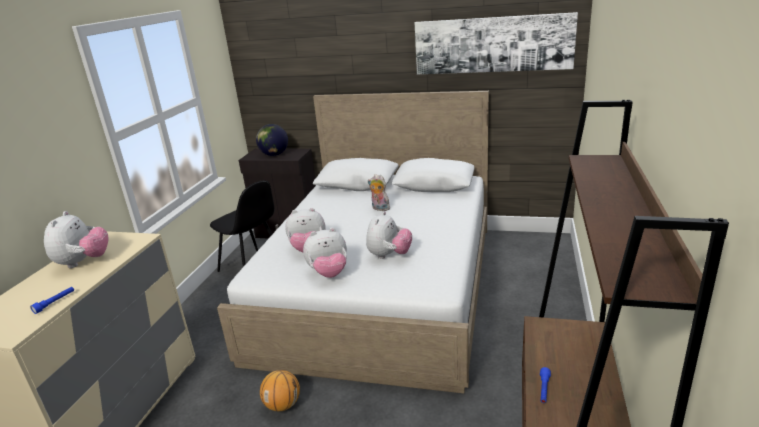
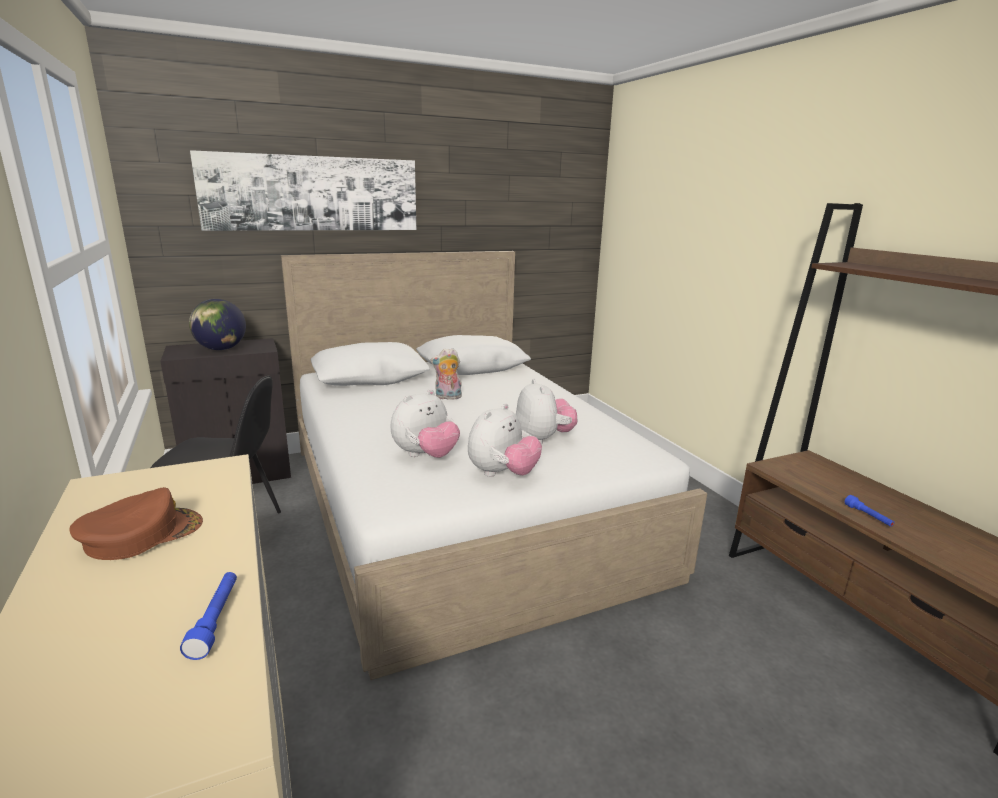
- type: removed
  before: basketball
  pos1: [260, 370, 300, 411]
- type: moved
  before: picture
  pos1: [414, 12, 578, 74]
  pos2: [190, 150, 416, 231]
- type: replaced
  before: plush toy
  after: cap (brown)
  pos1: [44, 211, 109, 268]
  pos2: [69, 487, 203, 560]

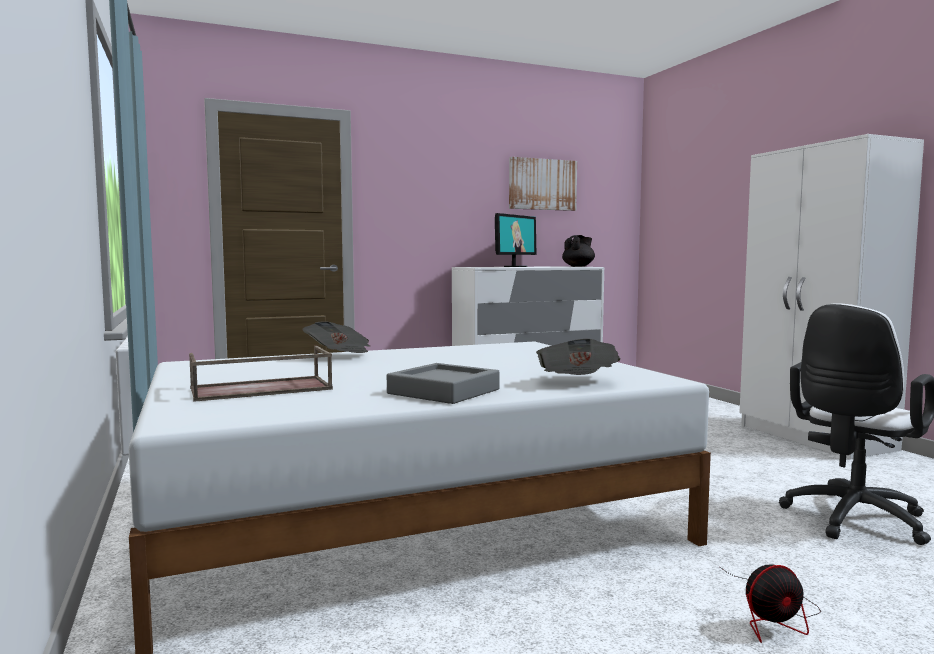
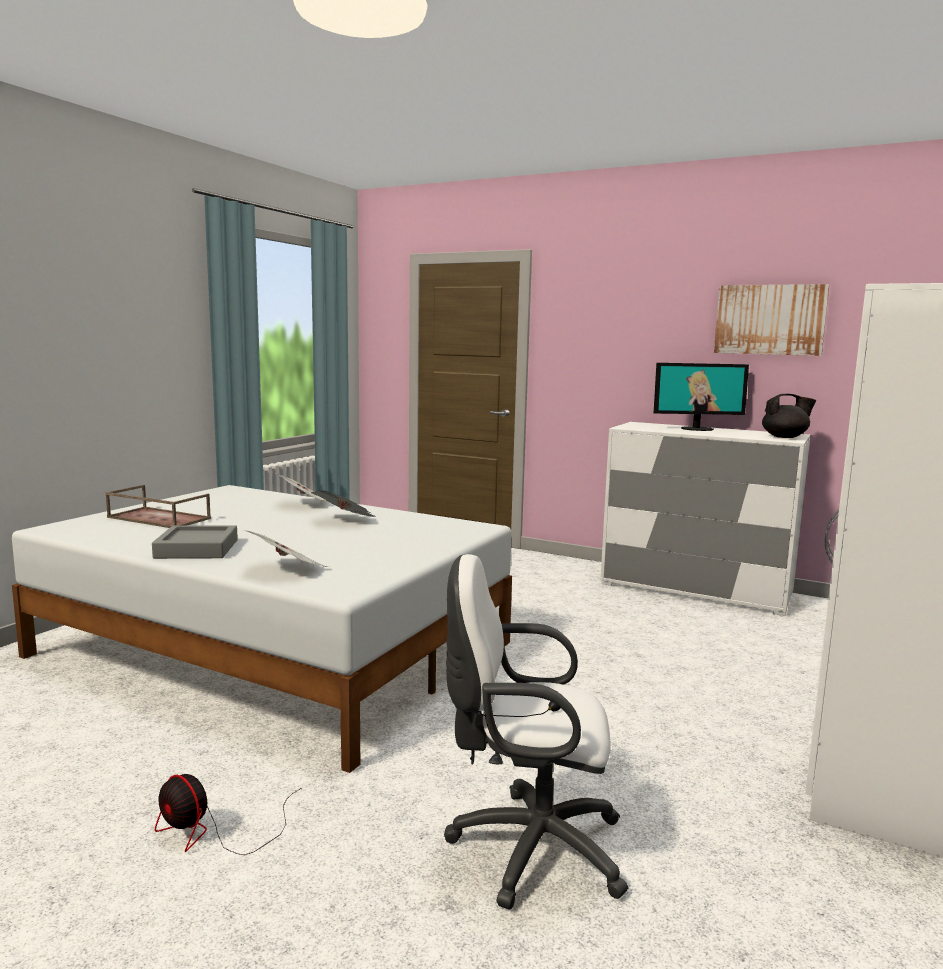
- type: added
  after: newspaper
  pos2: [311, 490, 375, 517]

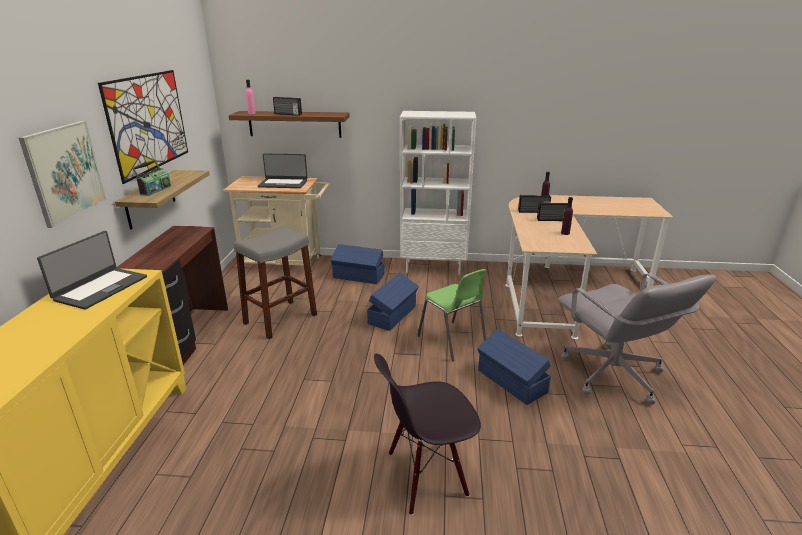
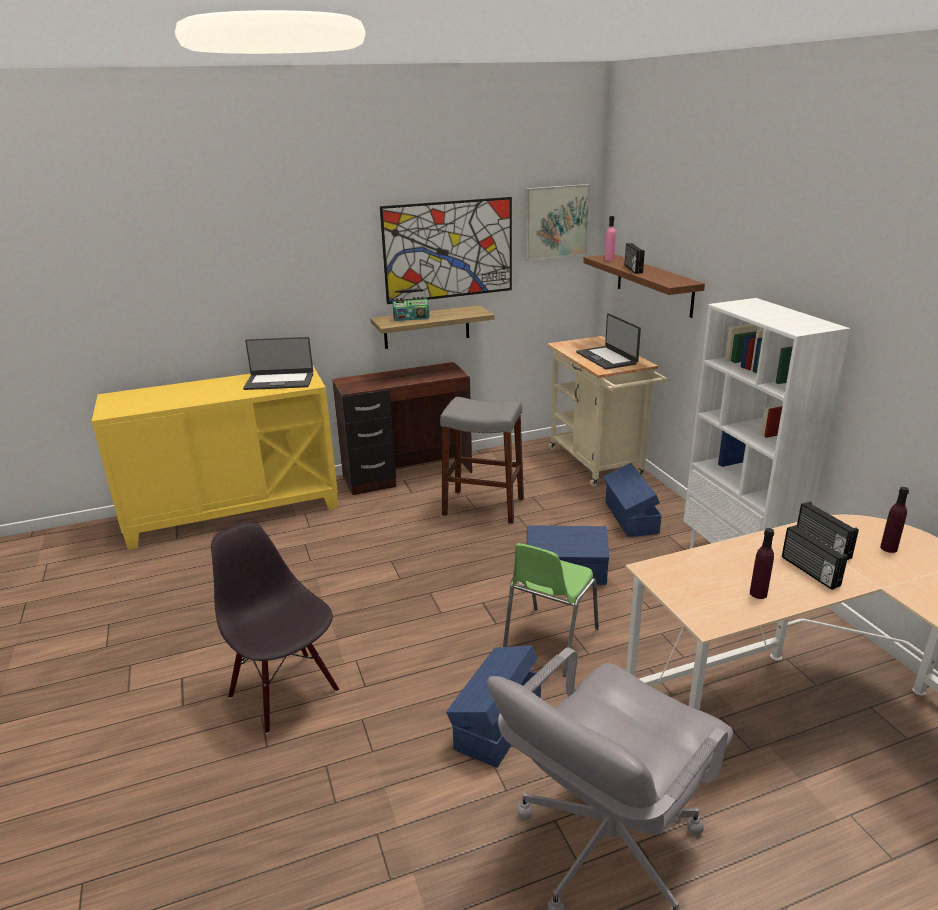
- type: moved
  before: picture
  pos1: [19, 121, 107, 228]
  pos2: [525, 184, 591, 261]

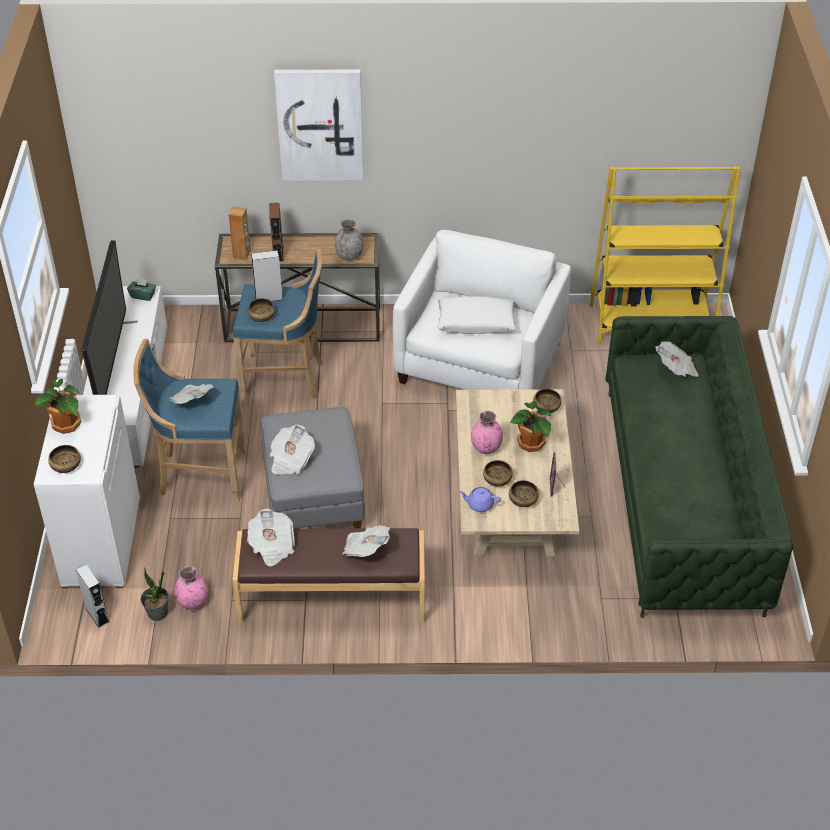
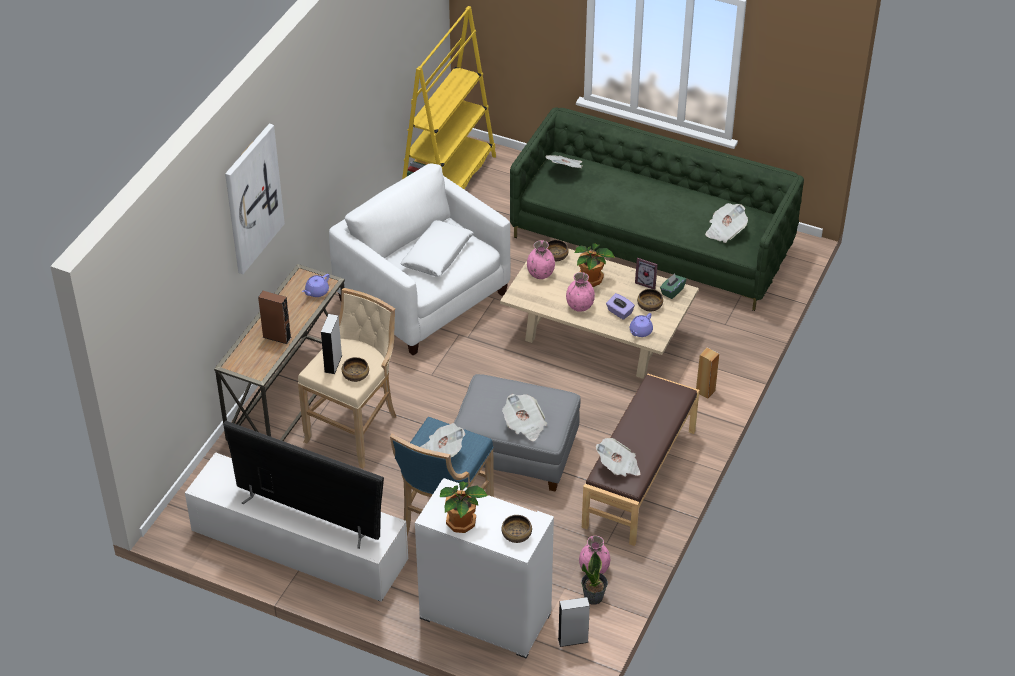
- type: added
  after: vase (pink)
  pos2: [527, 240, 555, 279]
- type: moved
  before: tissue box (green)
  pos1: [127, 278, 156, 301]
  pos2: [660, 274, 686, 299]
- type: moved
  before: speaker (brown)
  pos1: [229, 206, 251, 260]
  pos2: [696, 348, 719, 399]
- type: moved
  before: newspaper
  pos1: [342, 525, 390, 557]
  pos2: [705, 203, 748, 243]
- type: replaced
  before: vase (grey)
  after: teapot (purple)
  pos1: [335, 219, 364, 260]
  pos2: [302, 274, 329, 297]
- type: replaced
  before: bowl
  after: tissue box (purple)
  pos1: [483, 460, 513, 486]
  pos2: [606, 293, 635, 320]
- type: recoloured
  before: stool (blue)
  after: stool (beige)
  pos1: [233, 249, 323, 401]
  pos2: [298, 288, 396, 468]

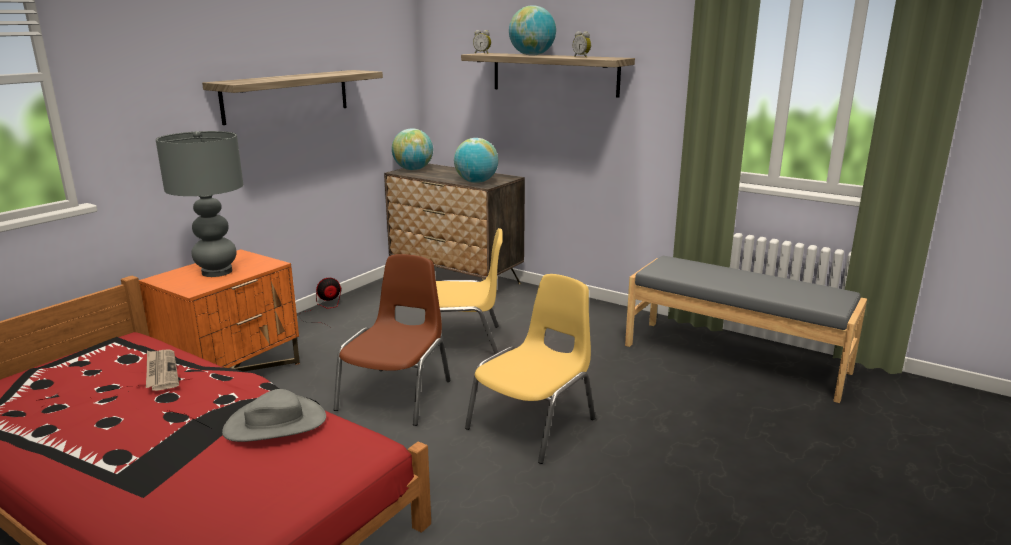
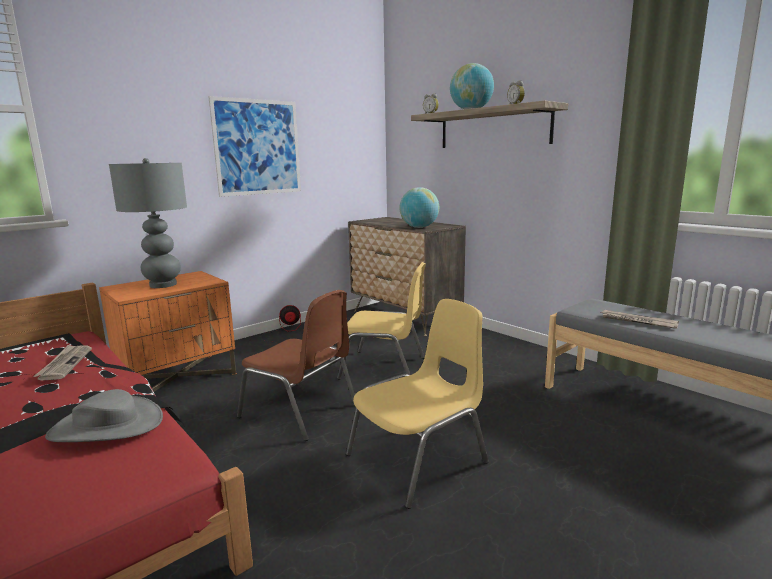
- type: removed
  before: globe
  pos1: [392, 128, 433, 170]
- type: added
  after: newspaper
  pos2: [600, 310, 679, 329]
- type: replaced
  before: shelf
  after: picture
  pos1: [202, 70, 383, 125]
  pos2: [208, 96, 301, 197]
- type: turned
  before: chair (brown)
  pos1: [334, 254, 450, 426]
  pos2: [237, 290, 355, 441]
  turn: 90

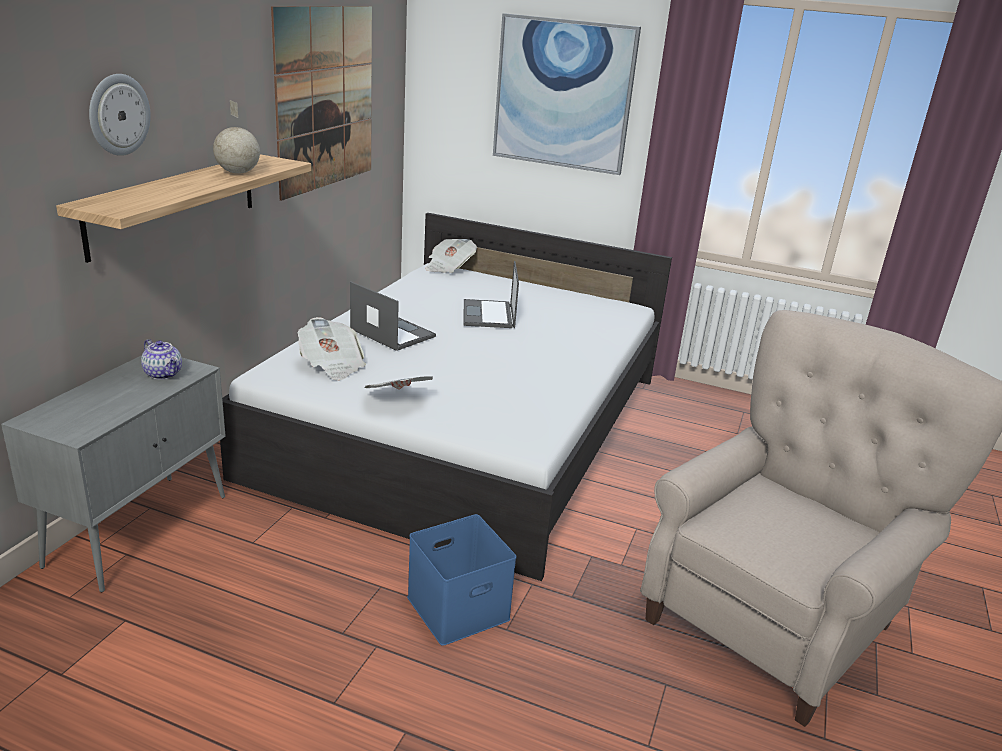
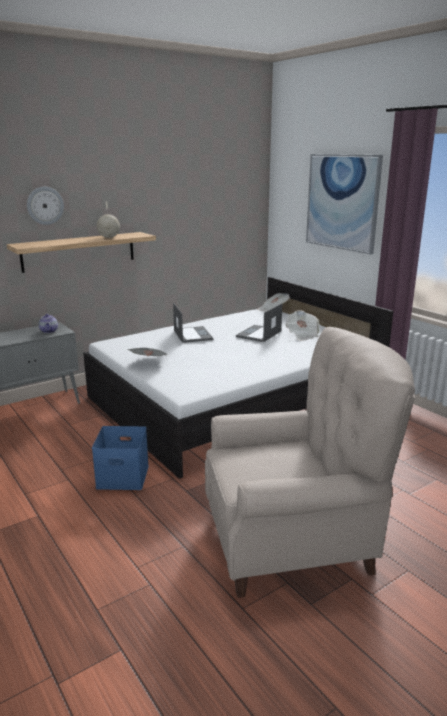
- type: removed
  before: picture
  pos1: [271, 6, 372, 201]
- type: moved
  before: newspaper
  pos1: [298, 317, 366, 381]
  pos2: [286, 310, 319, 341]

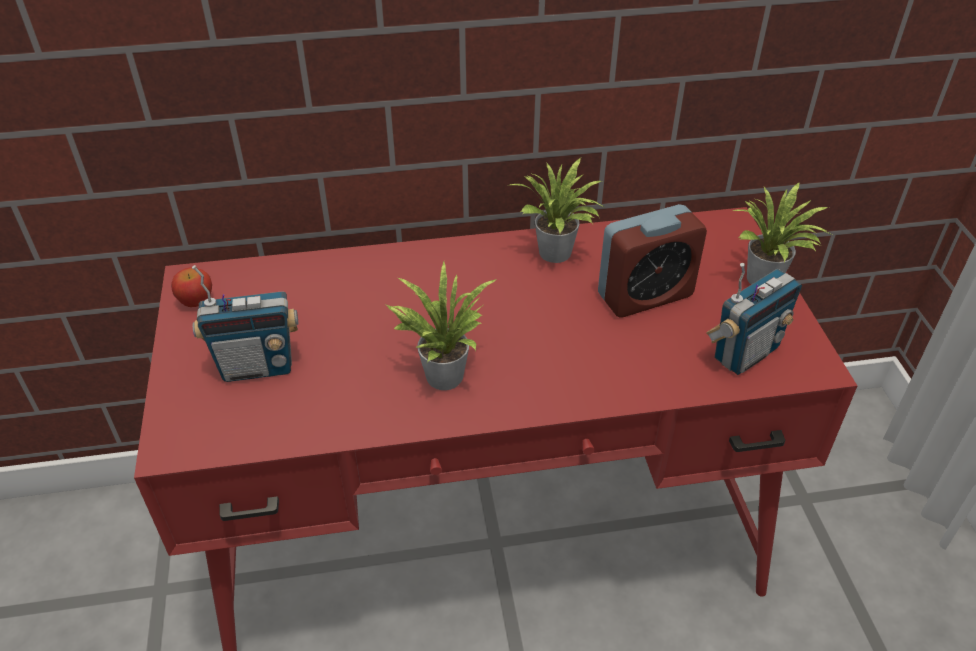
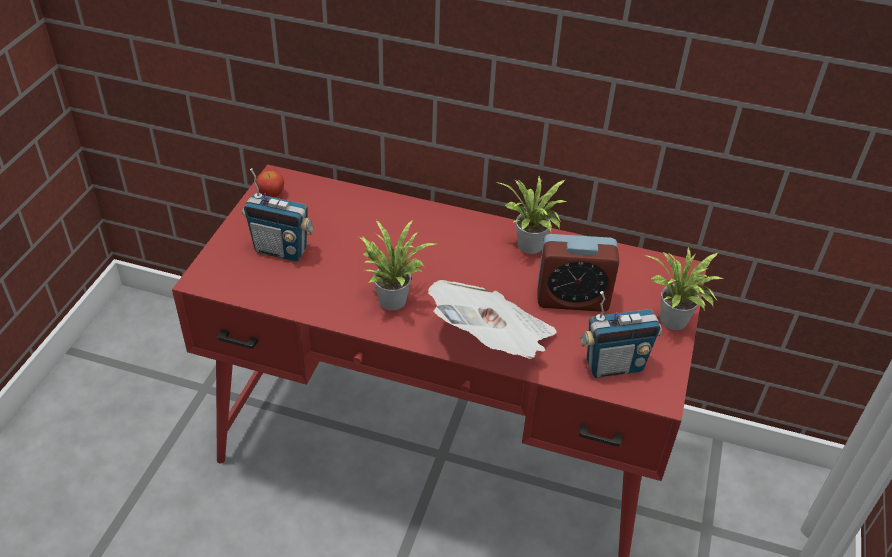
- type: added
  after: newspaper
  pos2: [428, 280, 557, 359]

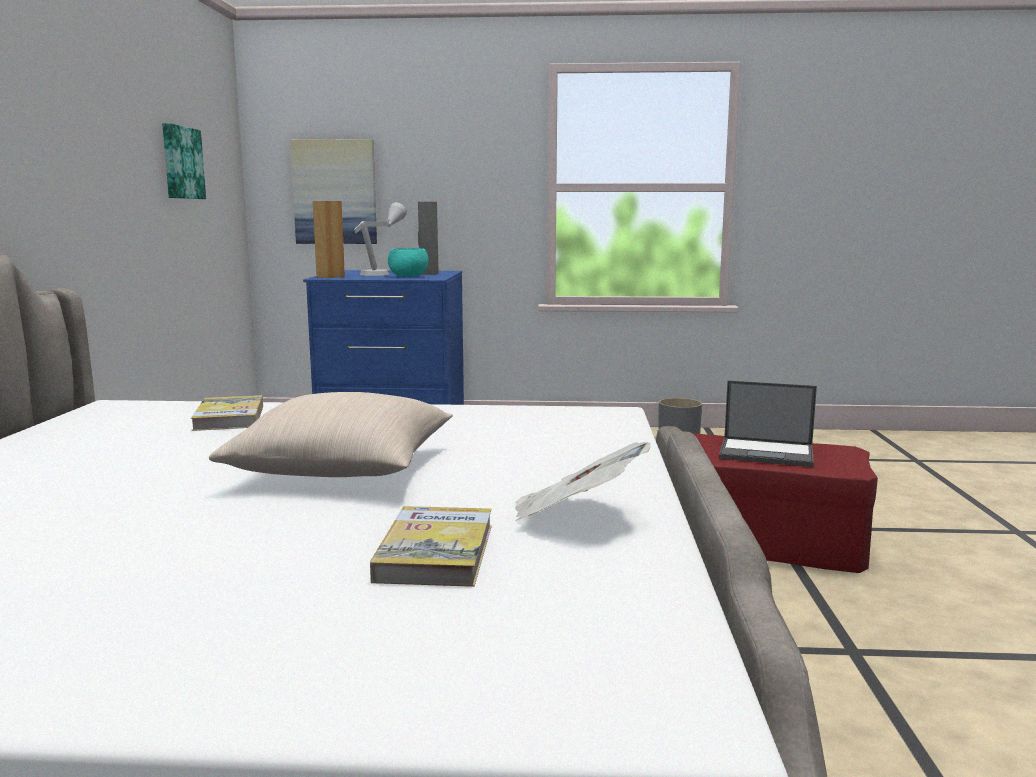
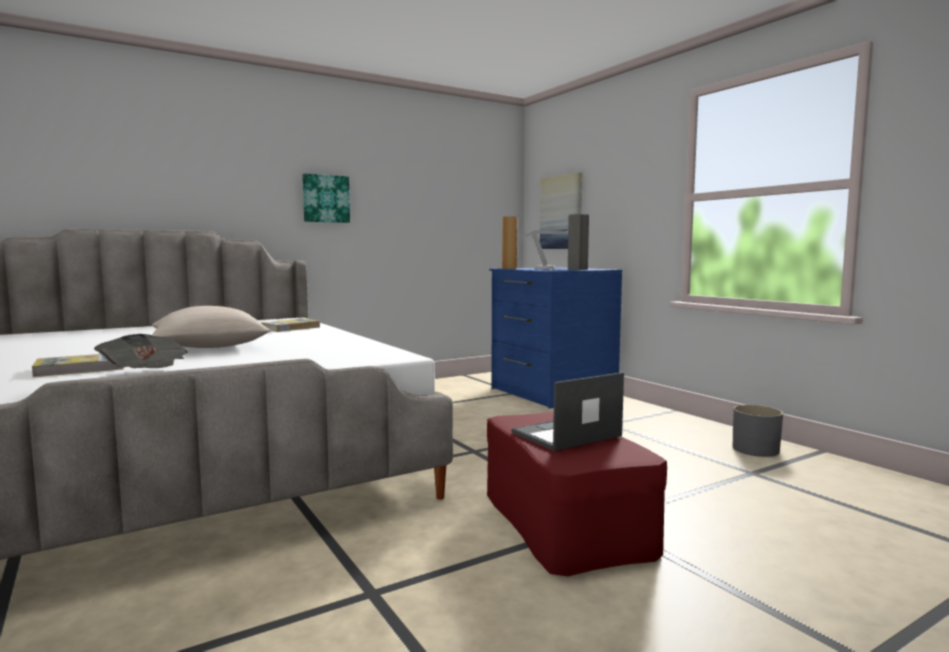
- type: removed
  before: bowl (turquoise)
  pos1: [388, 248, 429, 277]
- type: moved
  before: picture
  pos1: [162, 123, 206, 199]
  pos2: [302, 173, 350, 223]
- type: turned
  before: laptop
  pos1: [719, 380, 817, 467]
  pos2: [512, 372, 624, 451]
  turn: 75

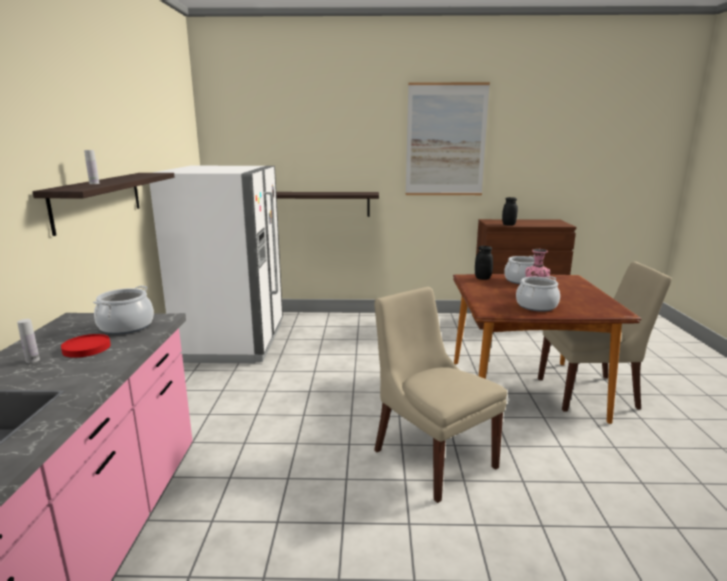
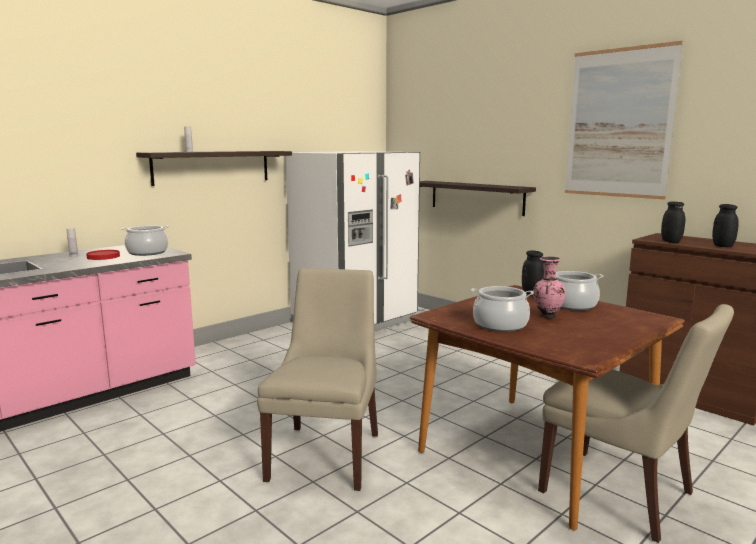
- type: added
  after: jar (black)
  pos2: [712, 204, 739, 247]

